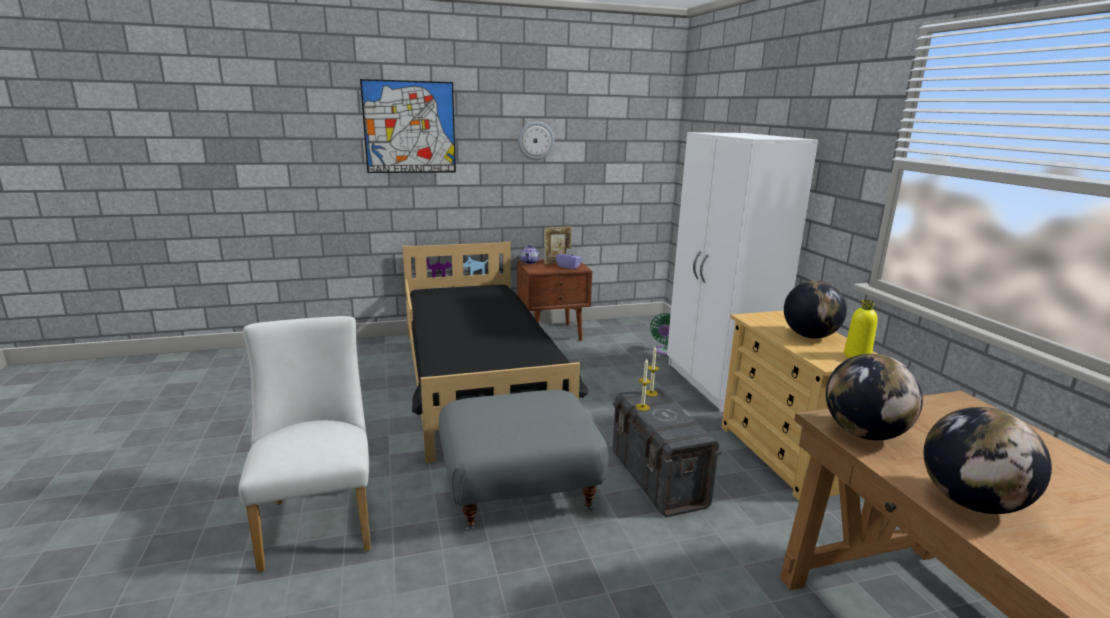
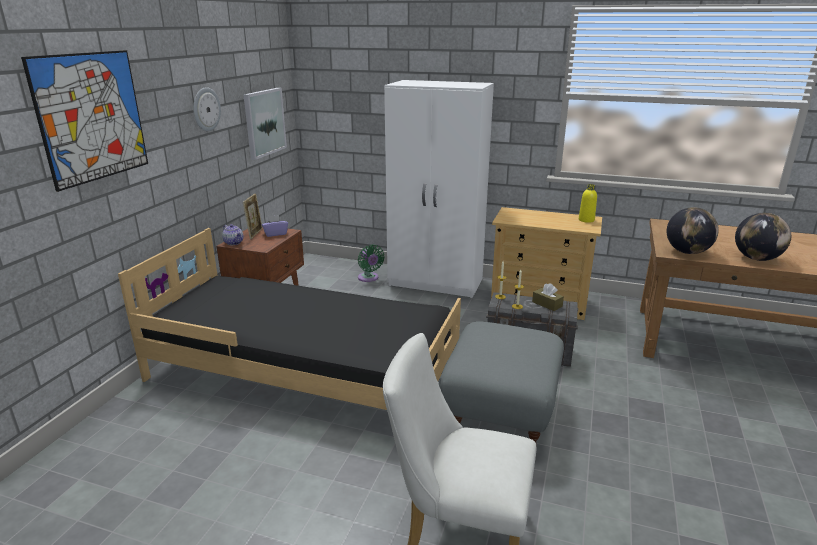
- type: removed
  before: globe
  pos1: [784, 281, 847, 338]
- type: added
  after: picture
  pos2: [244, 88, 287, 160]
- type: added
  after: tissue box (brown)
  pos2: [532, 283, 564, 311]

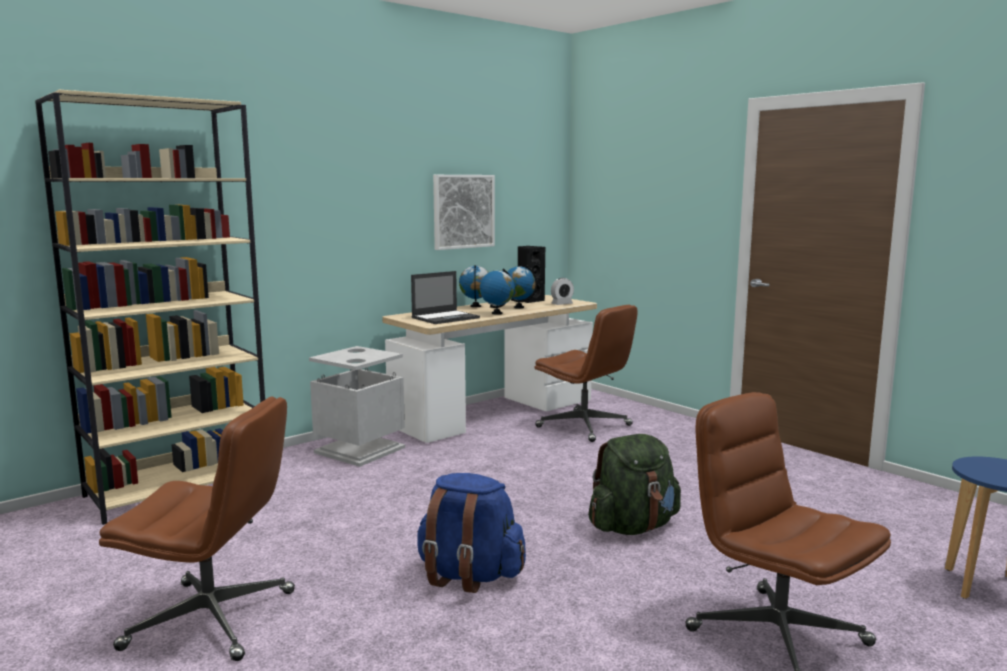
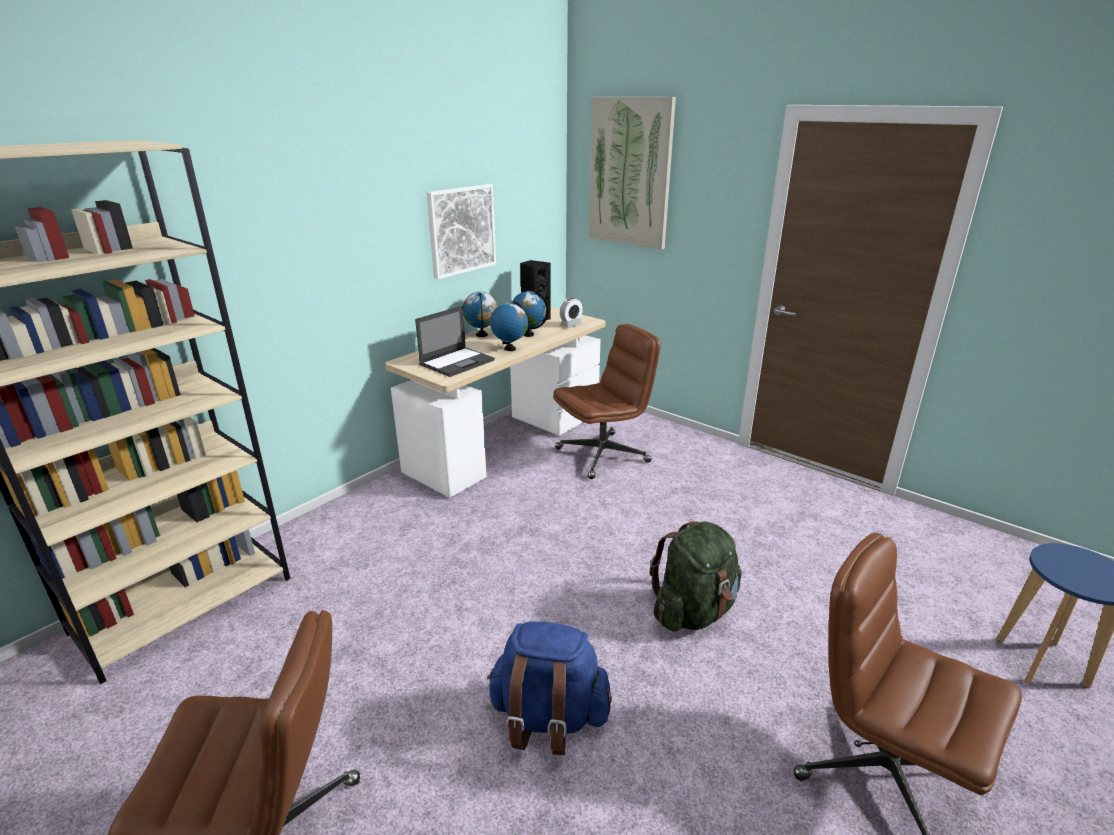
- type: removed
  before: trash can (grey)
  pos1: [309, 346, 405, 467]
- type: added
  after: picture
  pos2: [589, 97, 676, 250]
- type: turned
  before: office chair (brown)
  pos1: [535, 305, 638, 442]
  pos2: [553, 324, 661, 479]
  turn: -60

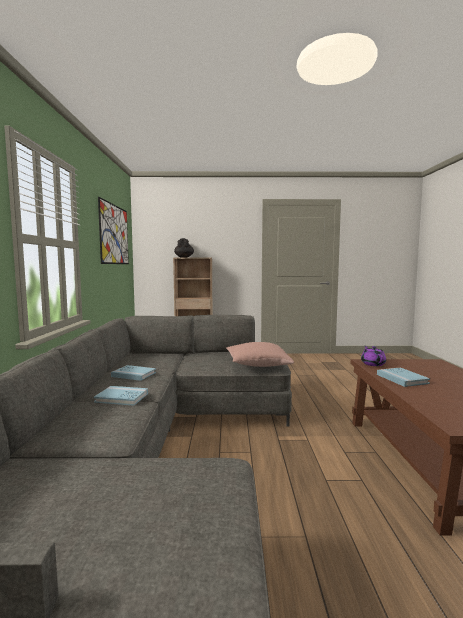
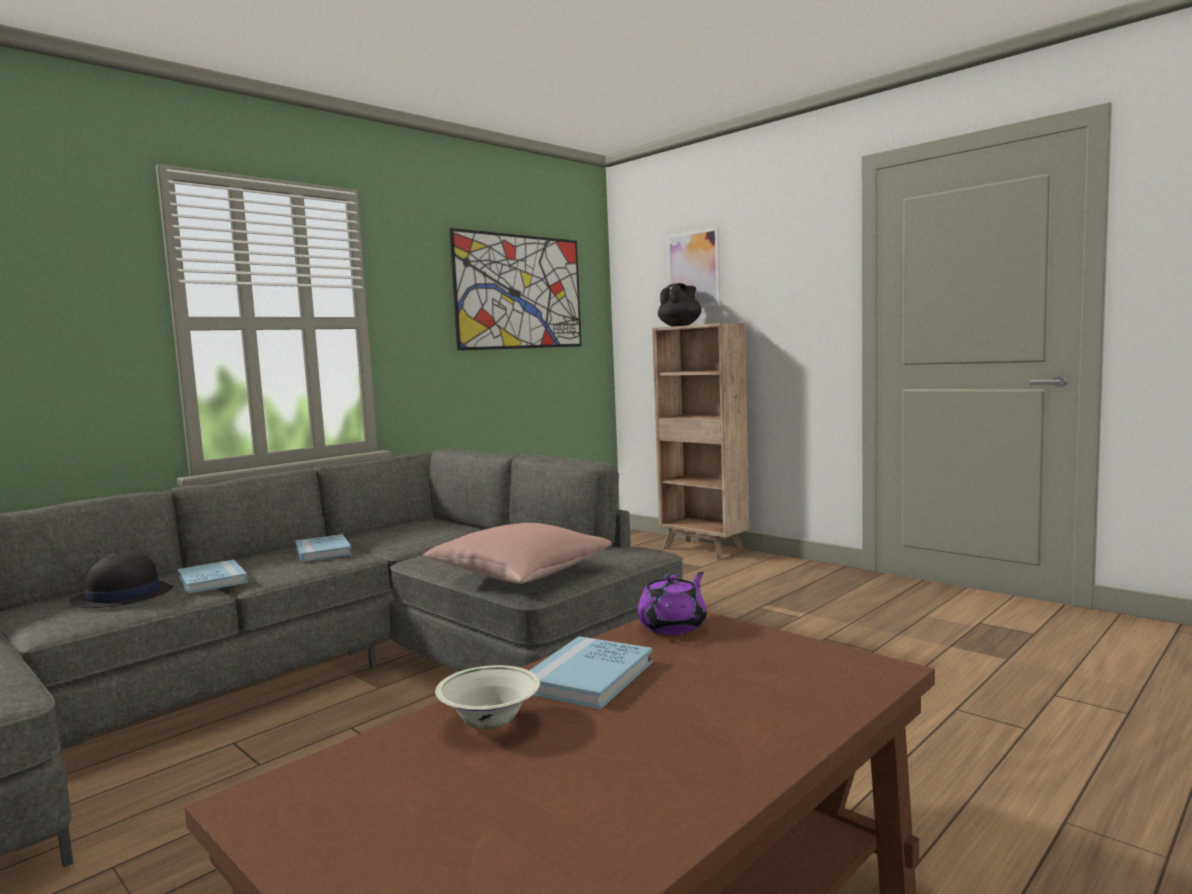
- type: added
  after: hat (black)
  pos2: [70, 552, 173, 608]
- type: added
  after: bowl (white)
  pos2: [435, 665, 540, 729]
- type: added
  after: picture
  pos2: [667, 227, 721, 308]

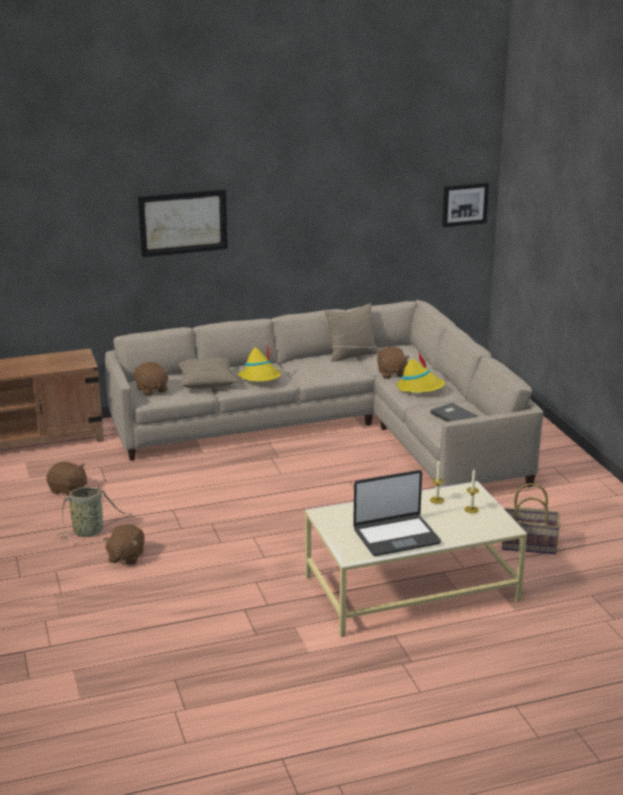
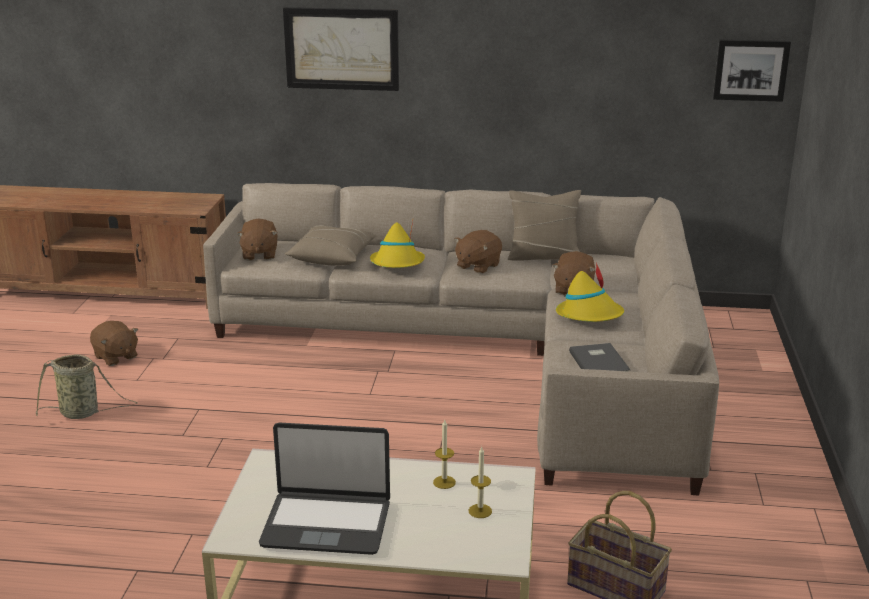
- type: moved
  before: plush toy (brown)
  pos1: [103, 524, 145, 565]
  pos2: [454, 230, 502, 274]

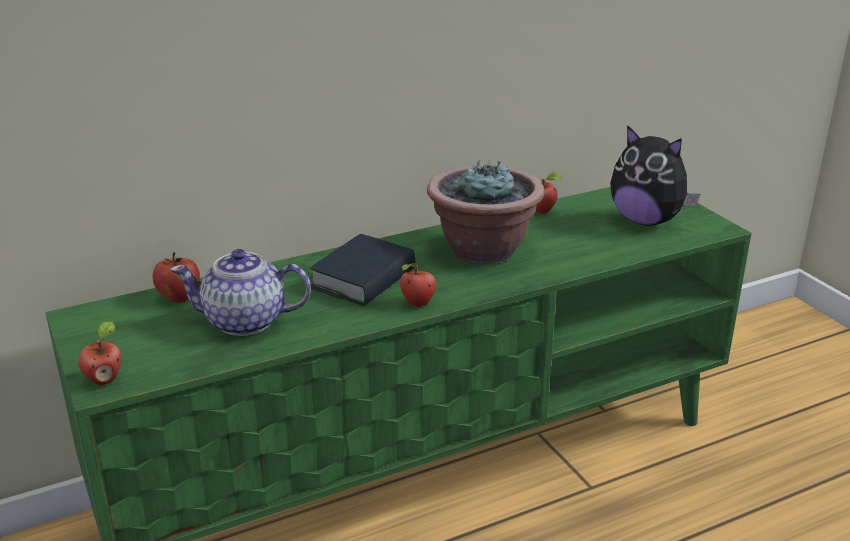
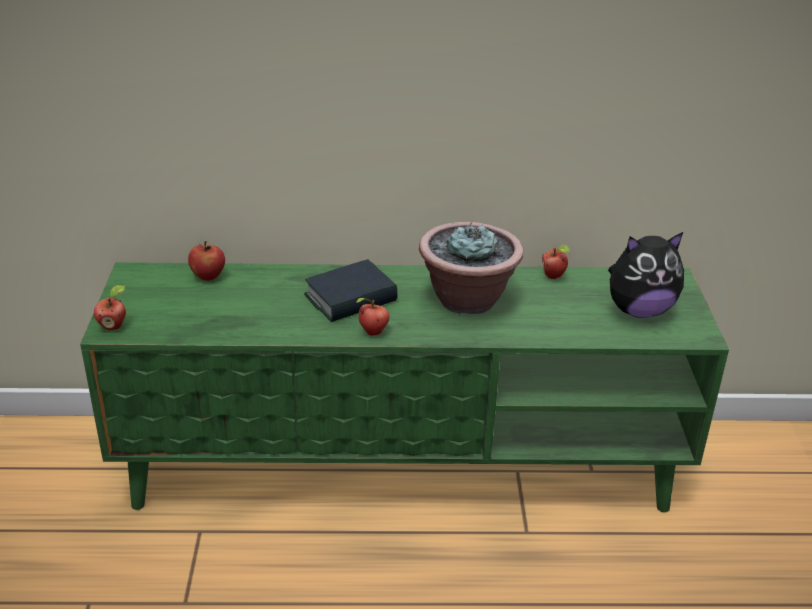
- type: removed
  before: teapot
  pos1: [170, 249, 311, 336]
- type: turned
  before: plush toy
  pos1: [610, 125, 700, 226]
  pos2: [608, 232, 684, 318]
  turn: -75

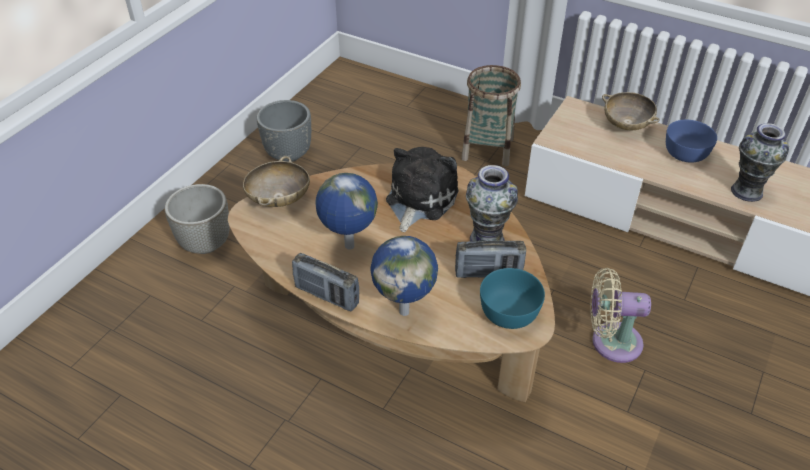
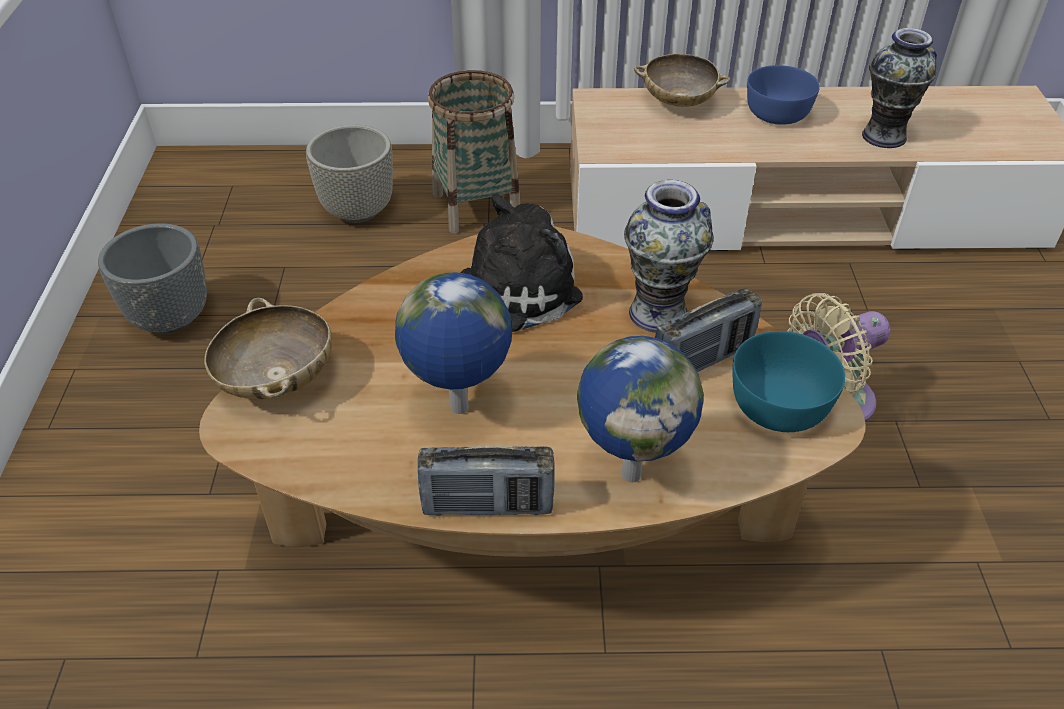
- type: moved
  before: planter (grey)
  pos1: [165, 184, 230, 254]
  pos2: [306, 124, 393, 223]
- type: turned
  before: plush toy
  pos1: [386, 147, 459, 232]
  pos2: [460, 193, 583, 332]
  turn: 60

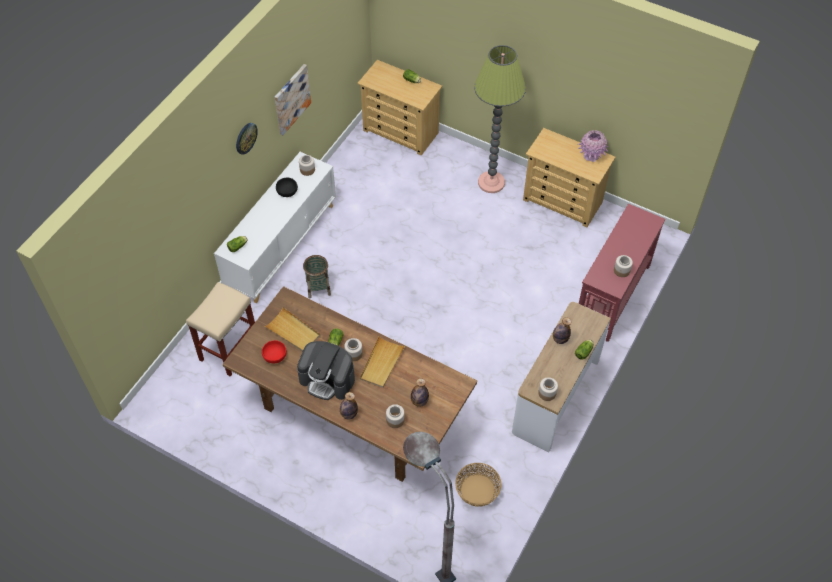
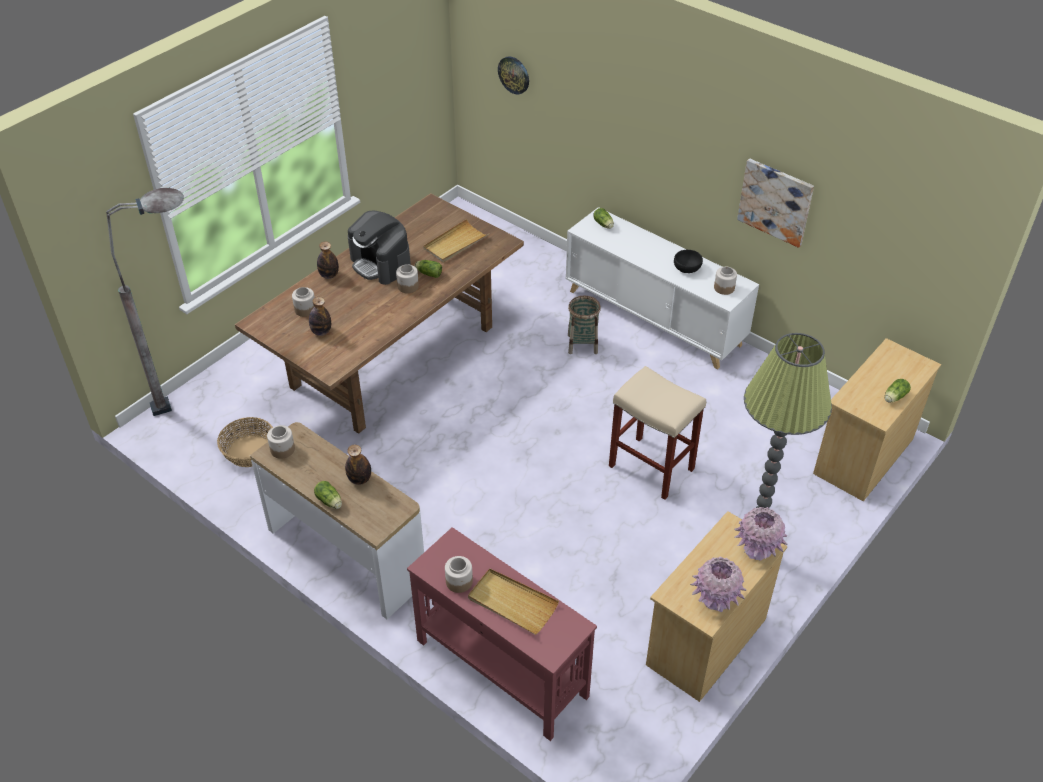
- type: removed
  before: bowl (red)
  pos1: [262, 340, 287, 363]
- type: added
  after: vase (pink)
  pos2: [734, 507, 788, 561]
- type: moved
  before: stool (beige)
  pos1: [186, 282, 255, 377]
  pos2: [609, 366, 706, 500]
- type: moved
  before: wall clock
  pos1: [236, 123, 258, 155]
  pos2: [498, 56, 529, 94]
- type: moved
  before: tray (beige)
  pos1: [360, 336, 405, 388]
  pos2: [468, 568, 559, 635]
- type: turned
  before: coffee machine
  pos1: [297, 341, 355, 400]
  pos2: [348, 210, 411, 285]
  turn: -75

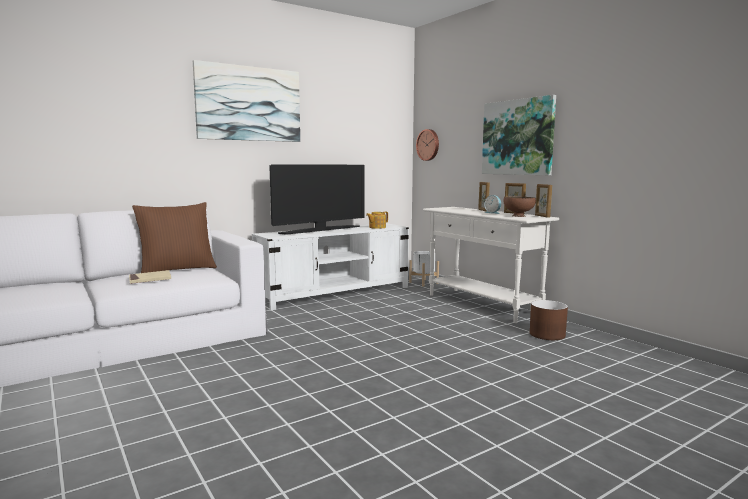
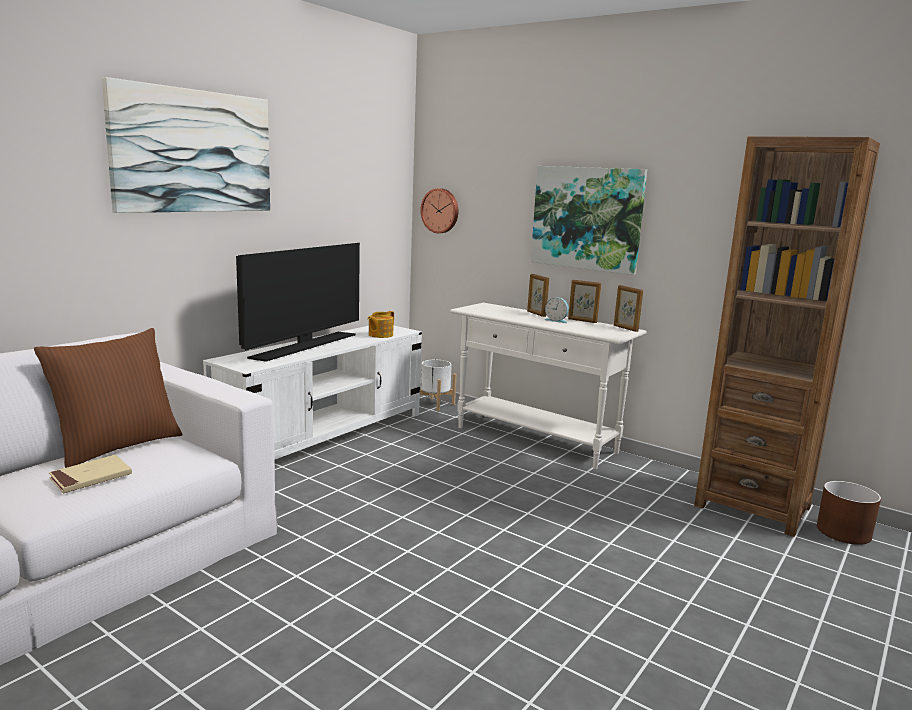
- type: removed
  before: bowl (brown)
  pos1: [504, 196, 536, 217]
- type: added
  after: bookcase (brown)
  pos2: [694, 136, 880, 537]
- type: moved
  before: planter (brown)
  pos1: [530, 300, 568, 340]
  pos2: [817, 481, 881, 545]

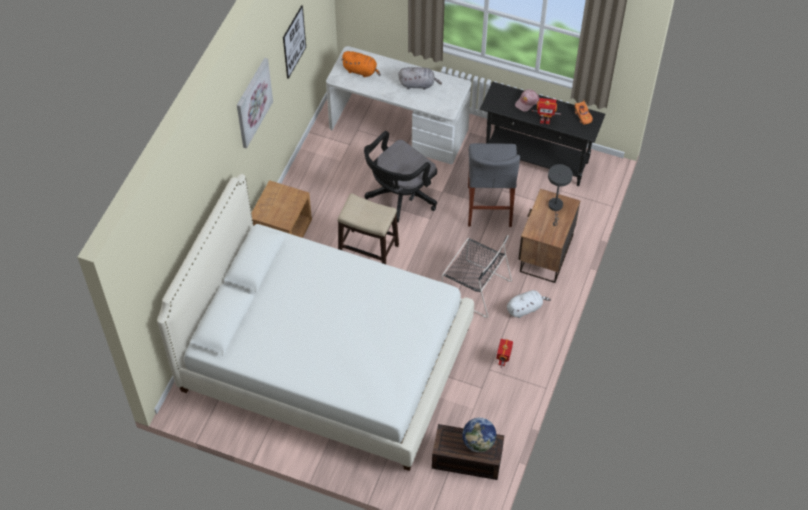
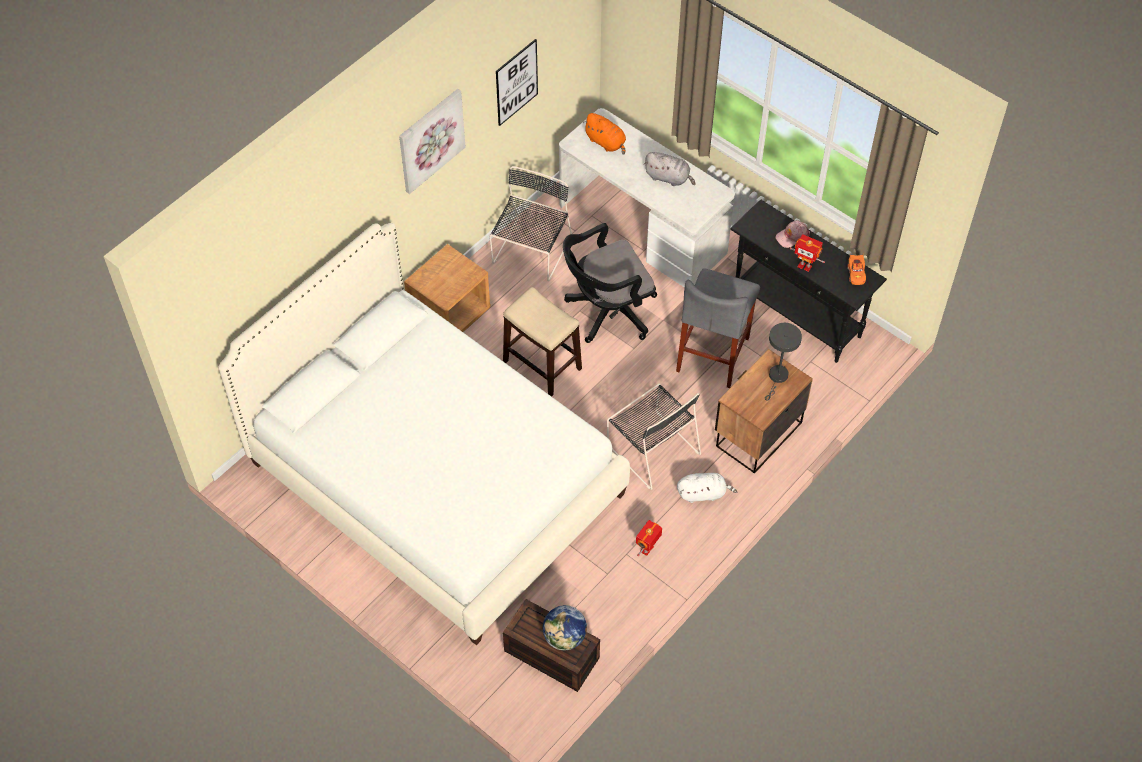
- type: added
  after: chair (black)
  pos2: [489, 166, 572, 281]

